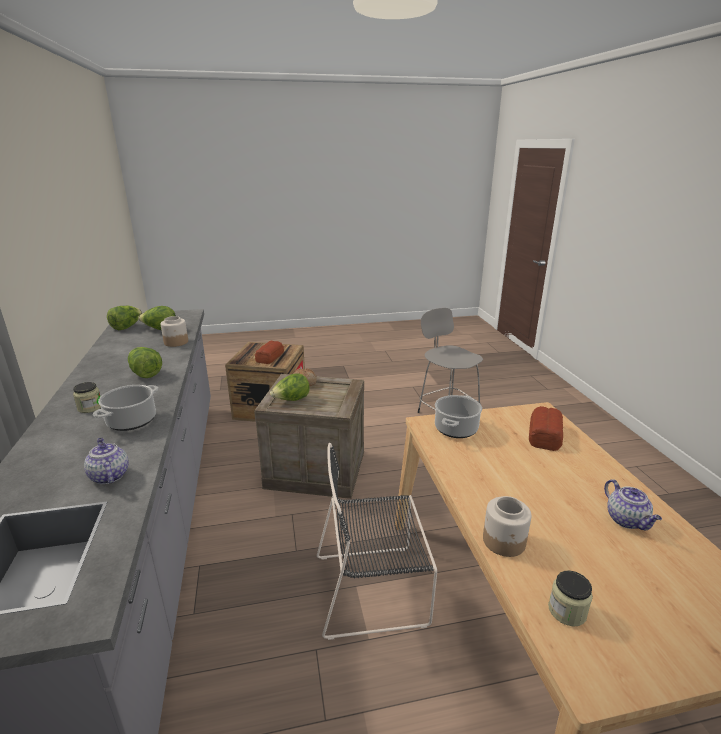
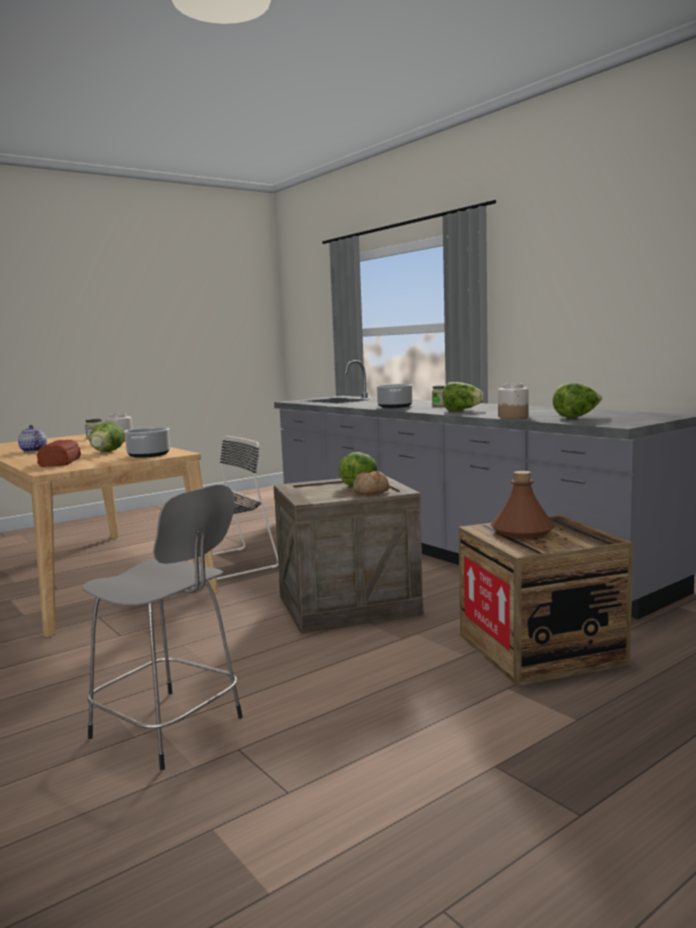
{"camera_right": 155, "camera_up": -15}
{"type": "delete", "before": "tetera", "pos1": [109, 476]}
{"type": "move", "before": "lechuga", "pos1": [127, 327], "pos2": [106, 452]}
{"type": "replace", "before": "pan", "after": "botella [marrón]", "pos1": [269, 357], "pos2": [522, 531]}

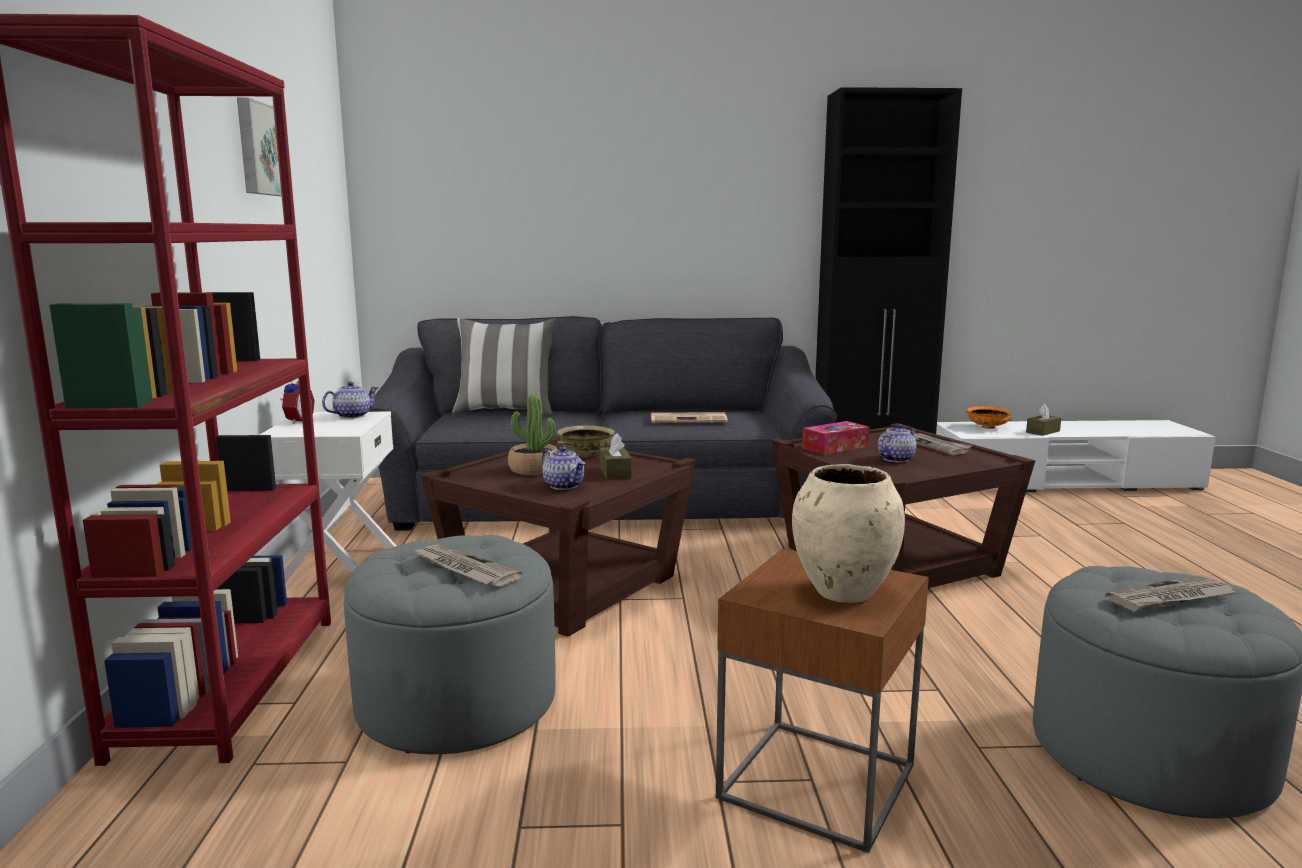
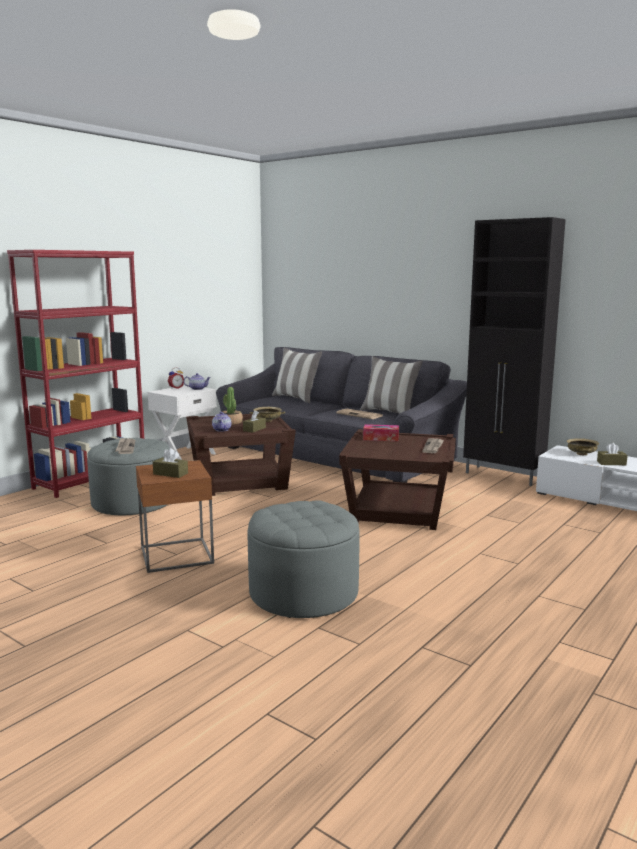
{"camera_right": 40, "camera_up": 0}
{"type": "delete", "before": "cuadro", "pos1": [259, 149]}
{"type": "replace", "before": "florero [beis]", "after": "caja de pañuelos [marrón]", "pos1": [843, 593], "pos2": [170, 474]}
{"type": "delete", "before": "tetera", "pos1": [895, 459]}
{"type": "recolor", "before": "cuenco [naranja]", "after": "cuenco [beis]", "pos1": [988, 427], "pos2": [581, 454]}
{"type": "delete", "before": "periódico", "pos1": [1170, 598]}
{"type": "insert", "after": "cojín", "pos2": [390, 413]}

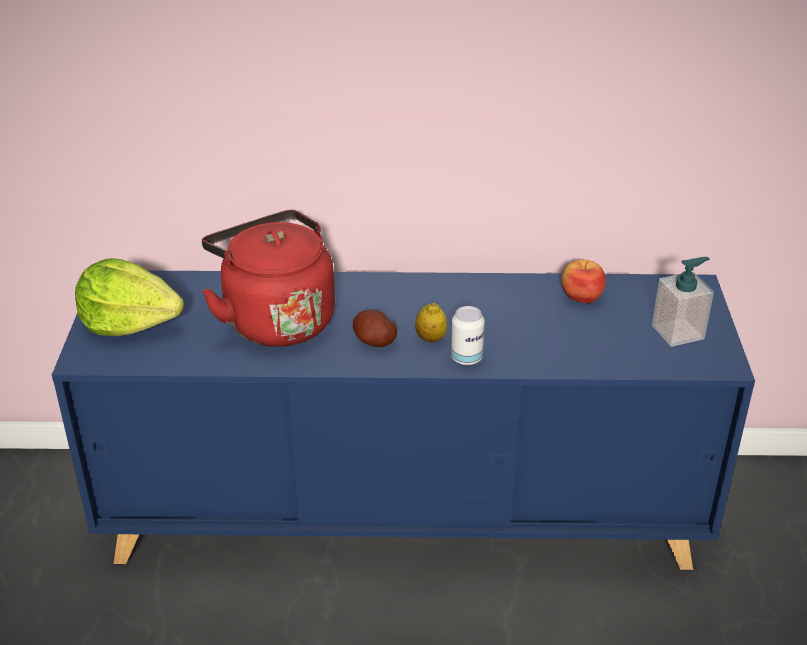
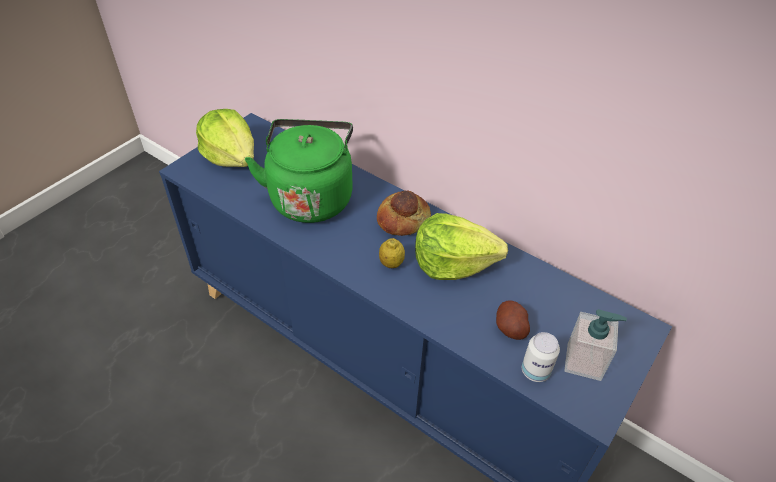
{"camera_right": 35, "camera_up": 10}
{"type": "recolor", "before": "hervidor [rojo]", "after": "hervidor [verde]", "pos1": [275, 319], "pos2": [311, 196]}
{"type": "move", "before": "patata", "pos1": [374, 341], "pos2": [510, 328]}
{"type": "move", "before": "lata", "pos1": [466, 358], "pos2": [535, 371]}
{"type": "delete", "before": "manzana", "pos1": [581, 296]}
{"type": "insert", "after": "pan", "pos2": [402, 219]}
{"type": "insert", "after": "lechuga", "pos2": [453, 263]}

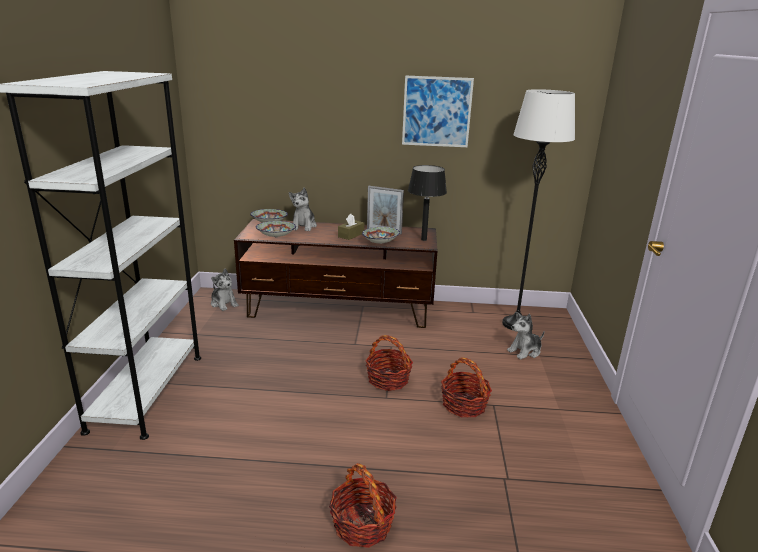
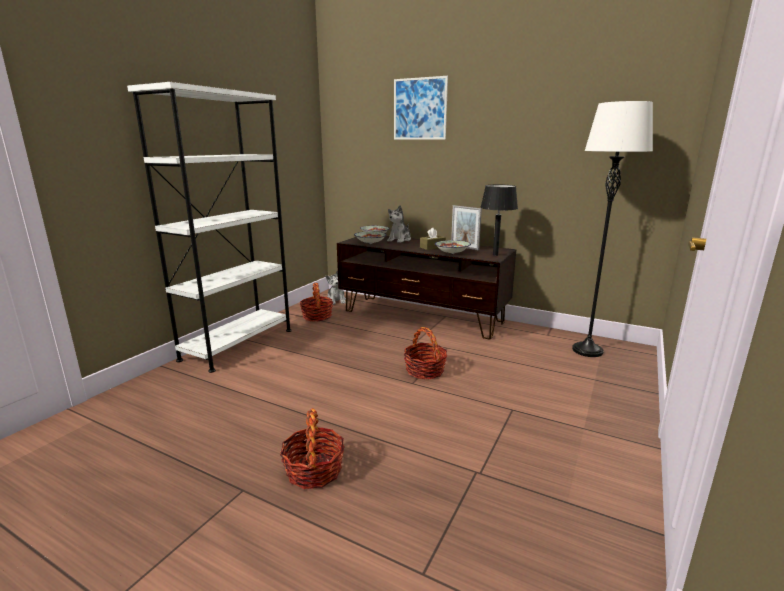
{"camera_right": 25, "camera_up": -5}
{"type": "move", "before": "cuadro", "pos1": [436, 112], "pos2": [420, 109]}
{"type": "move", "before": "cesta", "pos1": [464, 405], "pos2": [317, 316]}
{"type": "delete", "before": "peluche", "pos1": [525, 351]}

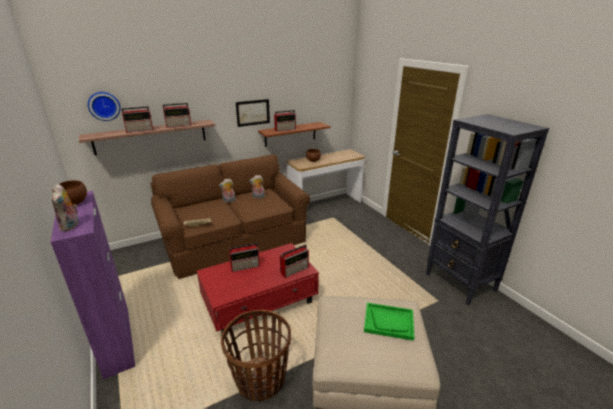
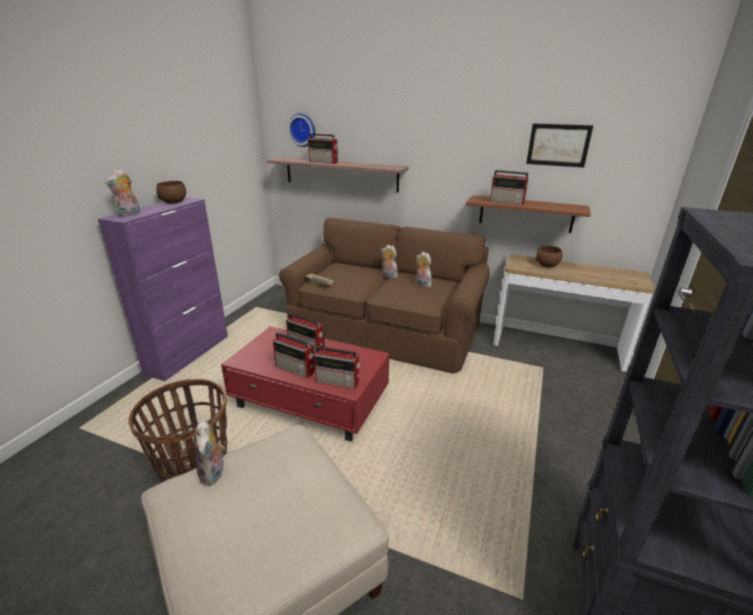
{"camera_right": 50, "camera_up": 0}
{"type": "move", "before": "radio", "pos1": [179, 125], "pos2": [296, 369]}
{"type": "move", "before": "cuadro", "pos1": [253, 112], "pos2": [558, 145]}
{"type": "delete", "before": "bandeja [verde]", "pos1": [389, 322]}
{"type": "insert", "after": "peluche", "pos2": [214, 474]}

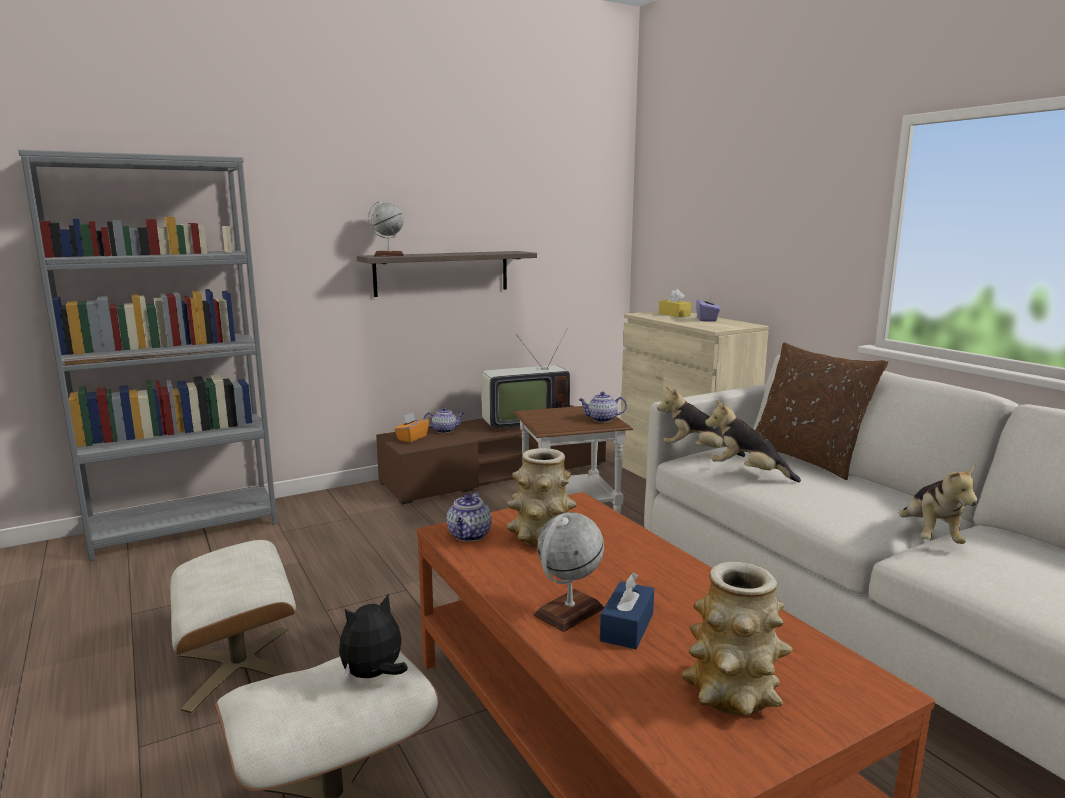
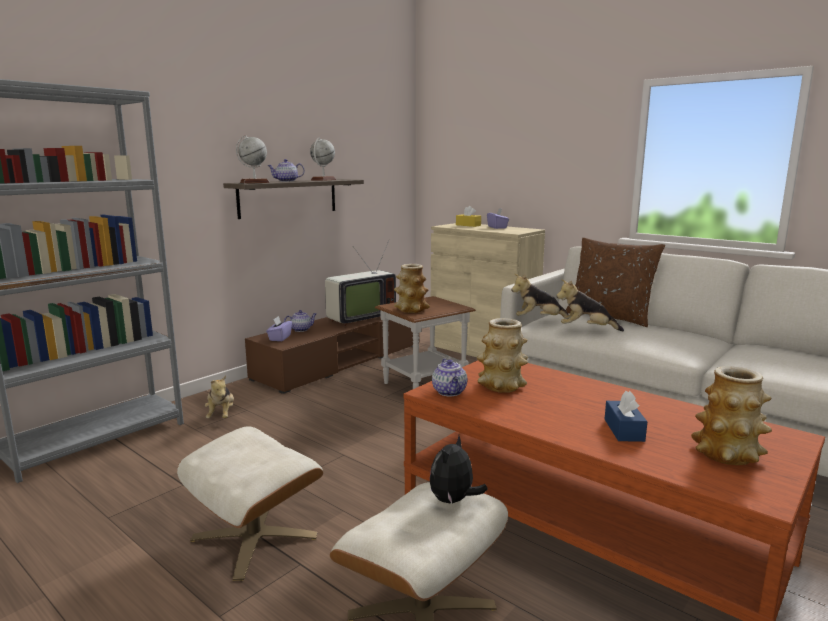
{"camera_right": -20, "camera_up": 0}
{"type": "recolor", "before": "caja de pañuelos [naranja]", "after": "caja de pañuelos [morado]", "pos1": [412, 438], "pos2": [279, 338]}
{"type": "move", "before": "globo terráqueo", "pos1": [569, 612], "pos2": [323, 180]}
{"type": "move", "before": "tetera", "pos1": [601, 419], "pos2": [286, 181]}
{"type": "move", "before": "peluche", "pos1": [929, 536], "pos2": [221, 415]}
{"type": "insert", "after": "florero", "pos2": [411, 310]}

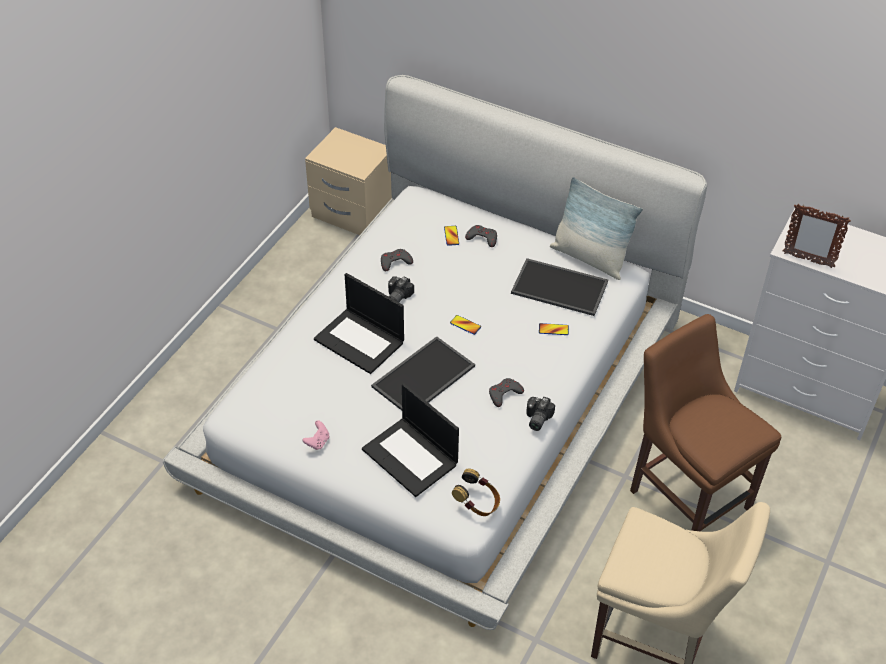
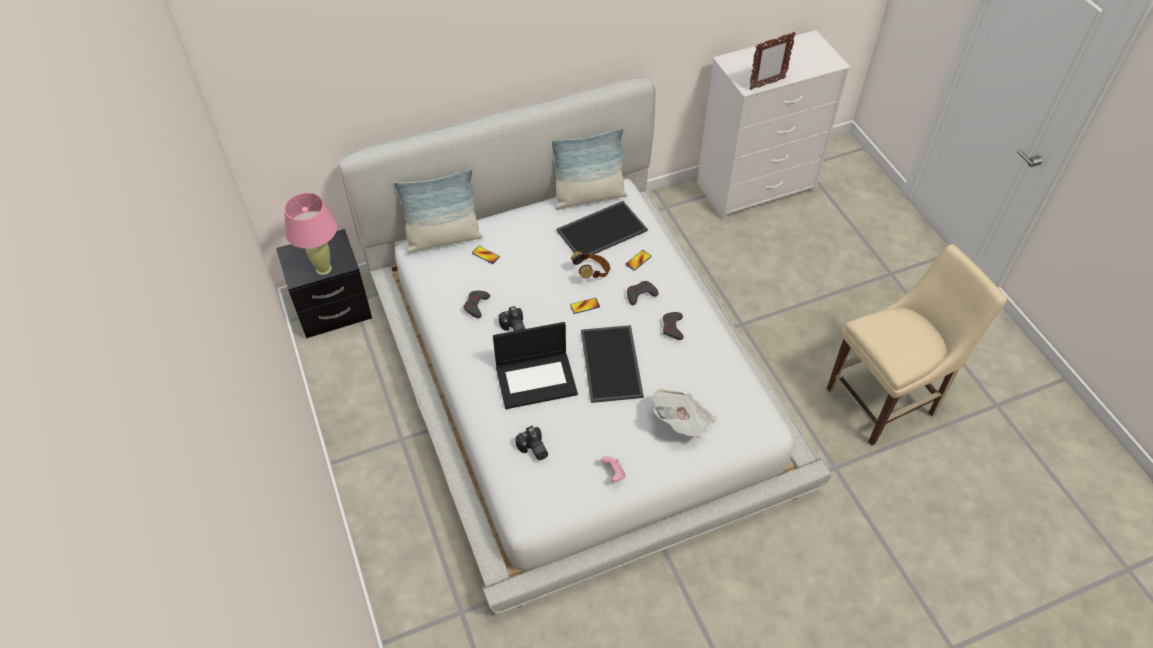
{"camera_right": -50, "camera_up": 5}
{"type": "recolor", "before": "mesita de noche [beis]", "after": "mesita de noche [negro]", "pos1": [352, 213], "pos2": [334, 311]}
{"type": "replace", "before": "portátil", "after": "periódico", "pos1": [411, 457], "pos2": [682, 422]}
{"type": "move", "before": "auriculares", "pos1": [477, 504], "pos2": [592, 274]}
{"type": "move", "before": "mando de consola [gris]", "pos1": [482, 238], "pos2": [640, 294]}
{"type": "move", "before": "cámara", "pos1": [536, 419], "pos2": [533, 449]}
{"type": "delete", "before": "silla [marrón]", "pos1": [686, 495]}
{"type": "insert", "after": "lámpara de mesa [rosa]", "pos2": [323, 269]}
{"type": "insert", "after": "cojín", "pos2": [443, 239]}

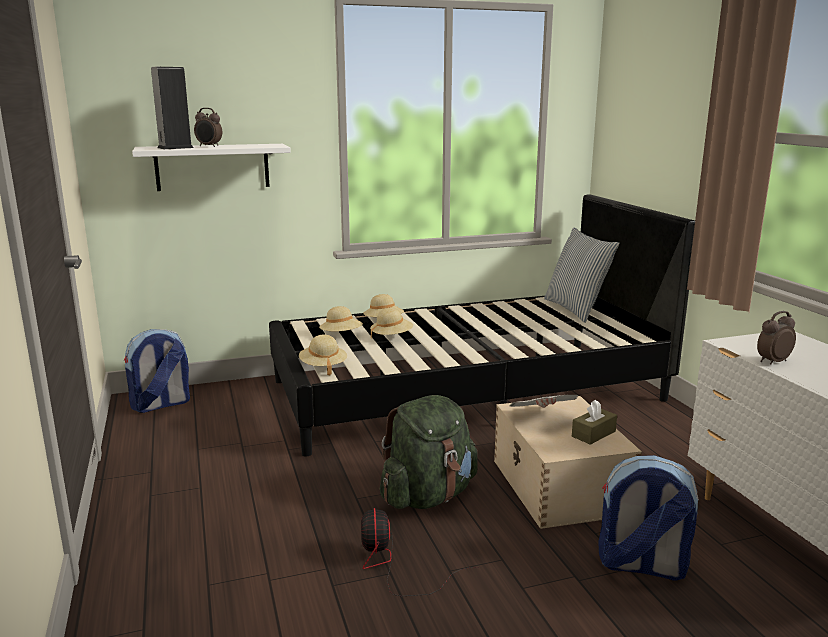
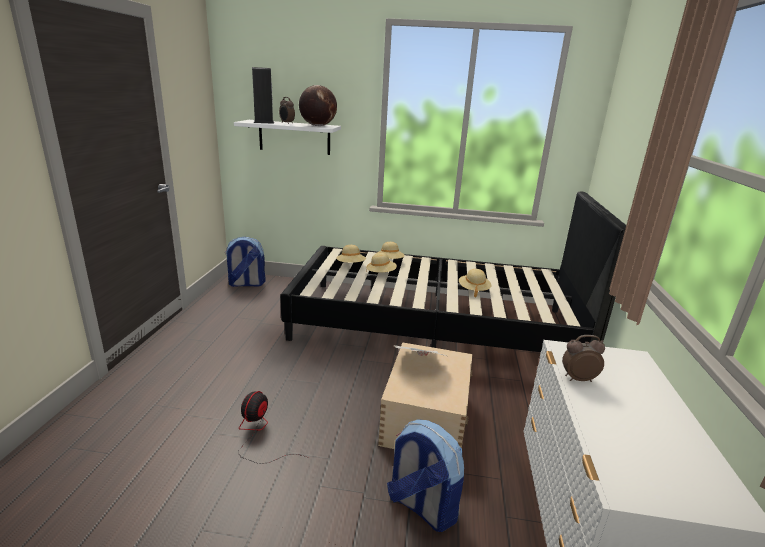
{"camera_right": 25, "camera_up": 5}
{"type": "move", "before": "sombrero [beis]", "pos1": [323, 367], "pos2": [473, 290]}
{"type": "delete", "before": "mochila [verde]", "pos1": [428, 496]}
{"type": "delete", "before": "cojín", "pos1": [576, 309]}
{"type": "delete", "before": "caja de pañuelos [marrón]", "pos1": [593, 434]}
{"type": "insert", "after": "globo terráqueo", "pos2": [317, 126]}

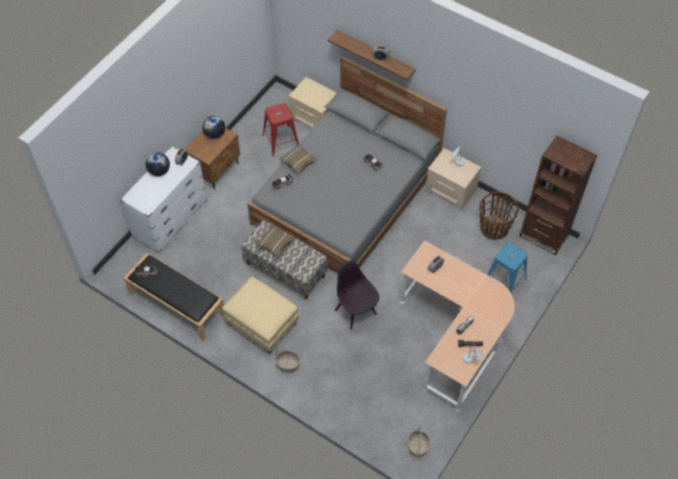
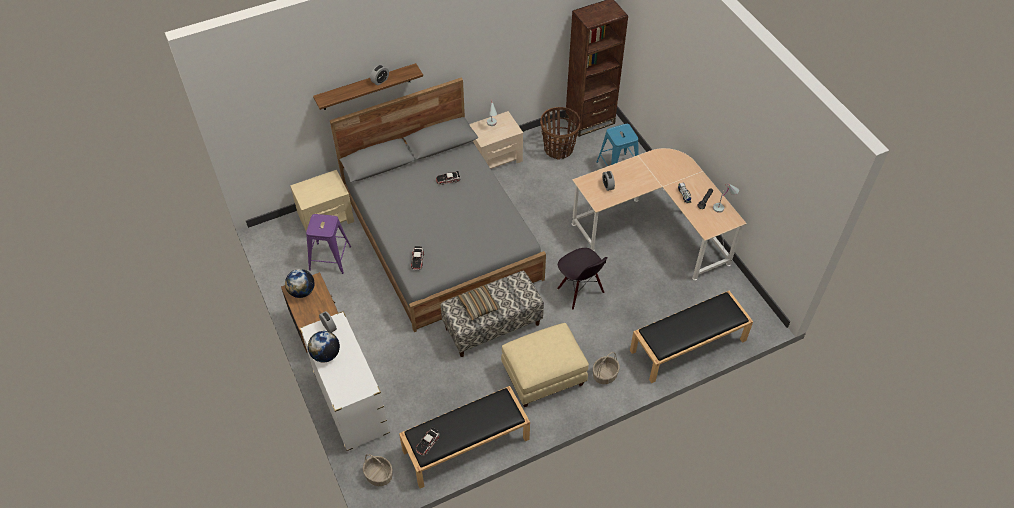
{"camera_right": -60, "camera_up": -5}
{"type": "recolor", "before": "taburete [rojo]", "after": "taburete [morado]", "pos1": [280, 141], "pos2": [330, 258]}
{"type": "delete", "before": "cojín", "pos1": [298, 162]}
{"type": "rotate", "before": "silla [negro]", "pos1": [356, 312], "pos2": [580, 291], "turn": -120}
{"type": "move", "before": "cesta", "pos1": [417, 446], "pos2": [378, 475]}
{"type": "insert", "after": "banco [negro]", "pos2": [687, 346]}

